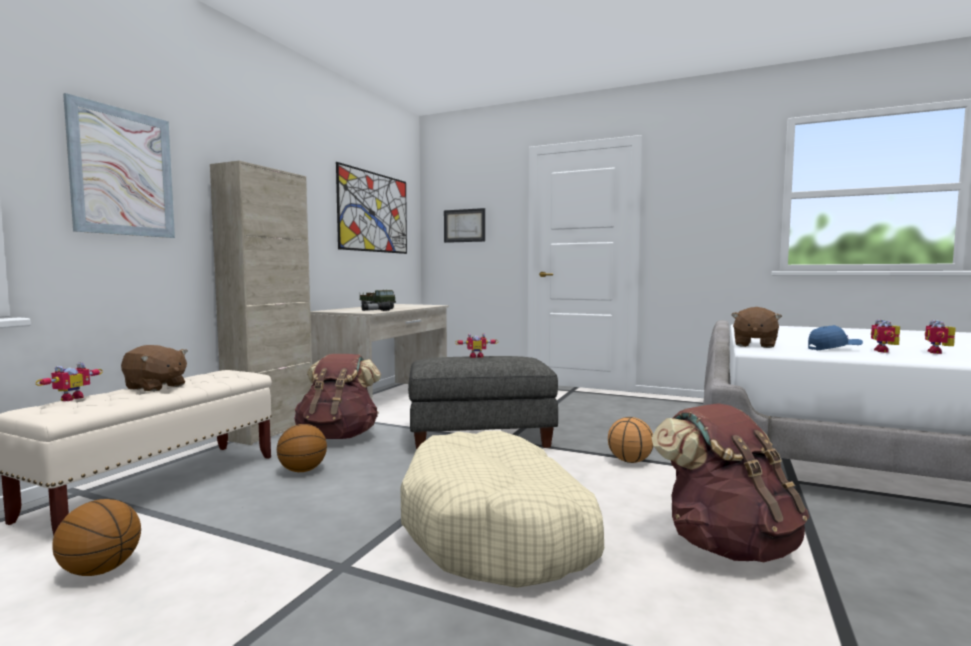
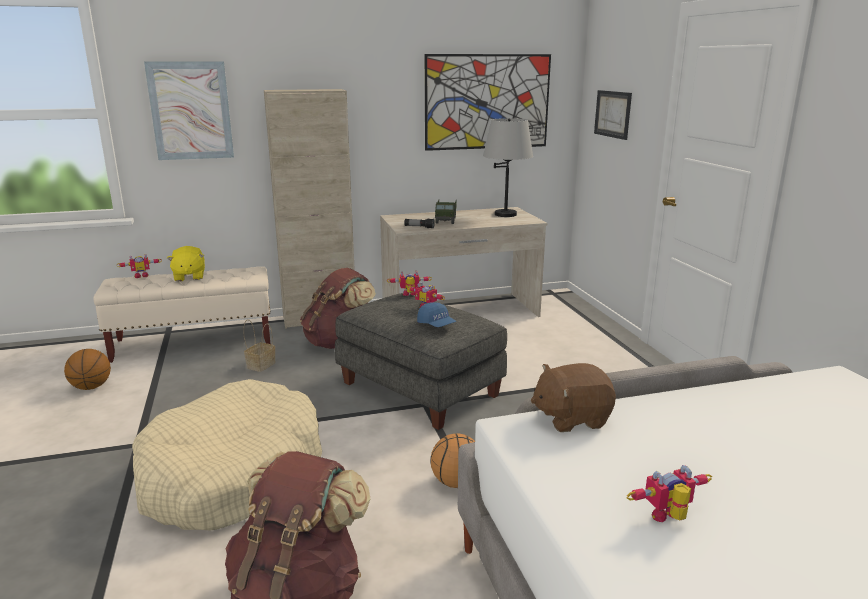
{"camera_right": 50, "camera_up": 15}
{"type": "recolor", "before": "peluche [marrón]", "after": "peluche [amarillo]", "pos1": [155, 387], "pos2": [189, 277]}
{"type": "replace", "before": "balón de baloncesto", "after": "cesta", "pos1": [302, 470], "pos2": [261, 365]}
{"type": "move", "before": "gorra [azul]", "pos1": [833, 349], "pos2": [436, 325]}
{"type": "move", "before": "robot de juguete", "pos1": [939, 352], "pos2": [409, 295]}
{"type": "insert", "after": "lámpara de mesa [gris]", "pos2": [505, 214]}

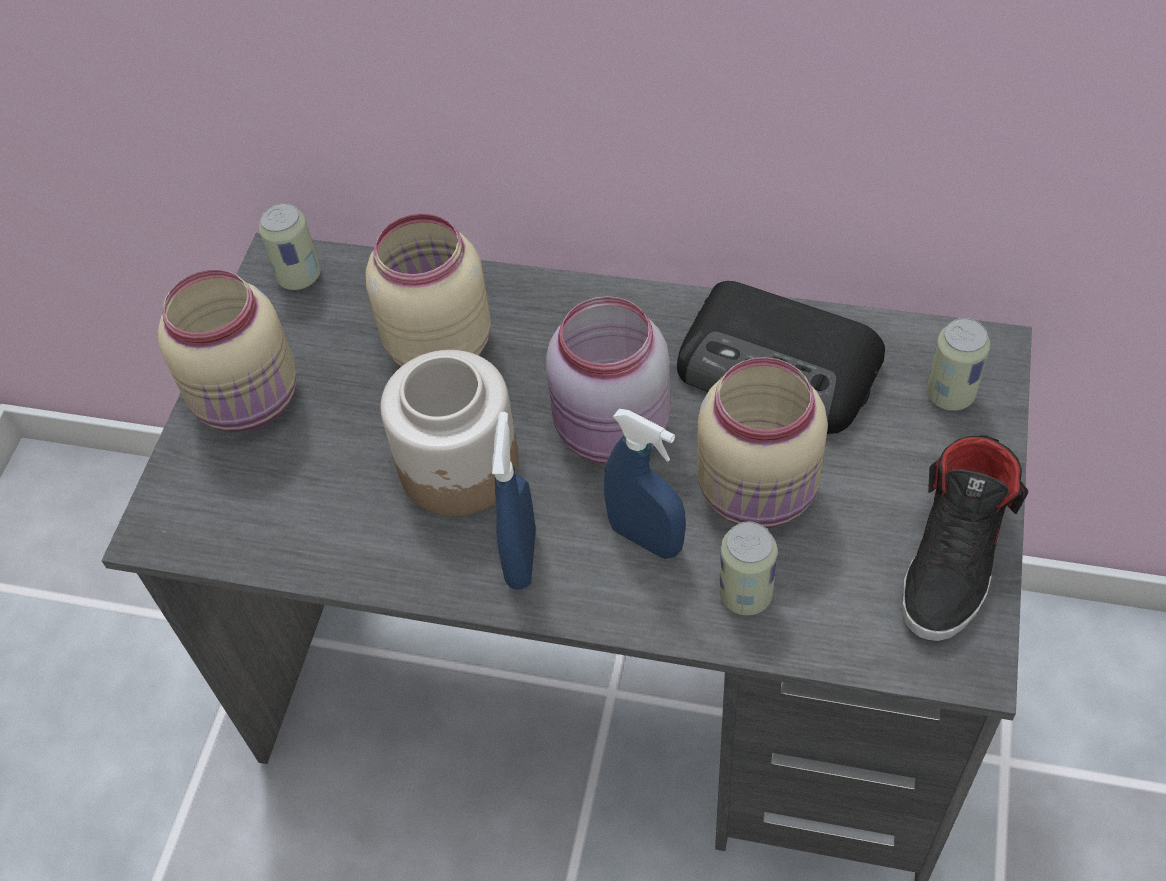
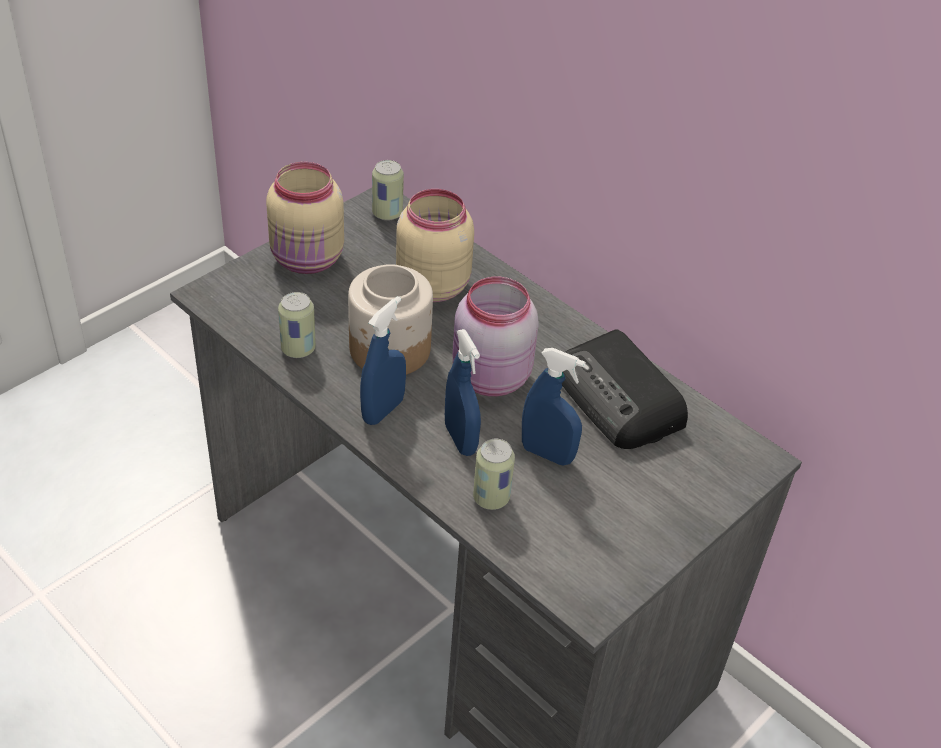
{"camera_right": 25, "camera_up": -10}
{"type": "replace", "before": "tarro [beis]", "after": "pulverizador [azul]", "pos1": [760, 493], "pos2": [547, 454]}
{"type": "delete", "before": "zapato [negro]", "pos1": [955, 557]}
{"type": "move", "before": "lata", "pos1": [950, 394], "pos2": [298, 349]}

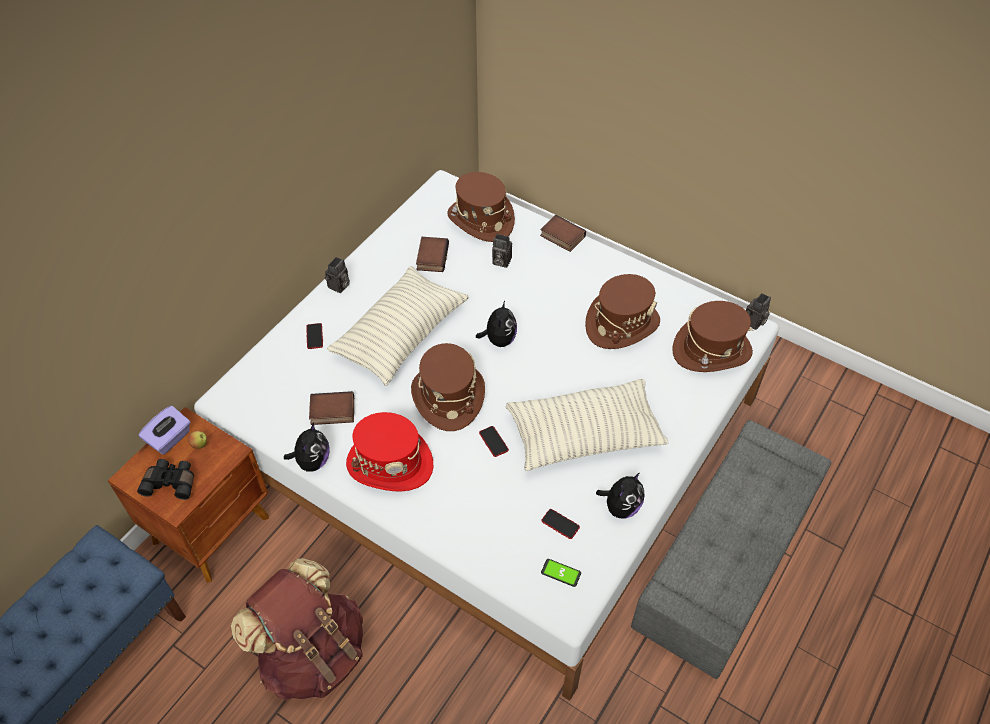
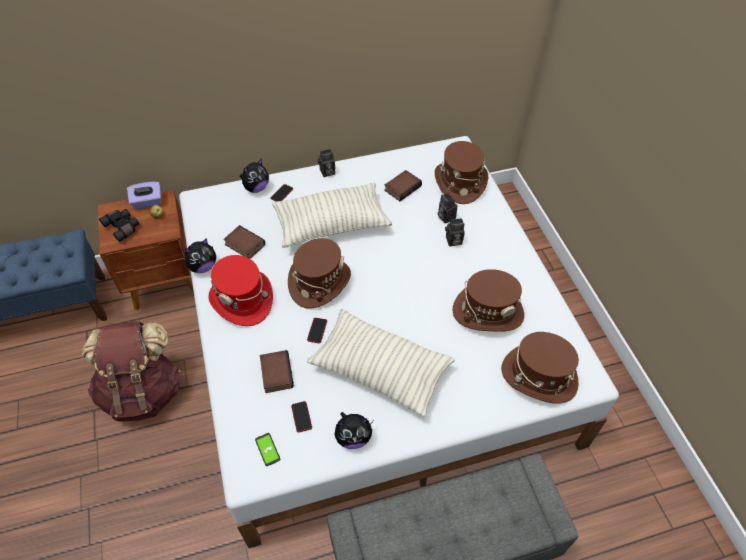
{"camera_right": 40, "camera_up": 0}
{"type": "move", "before": "peluche", "pos1": [499, 340], "pos2": [256, 188]}
{"type": "move", "before": "libro", "pos1": [561, 236], "pos2": [275, 373]}
{"type": "move", "before": "cámara", "pos1": [753, 322], "pos2": [453, 241]}

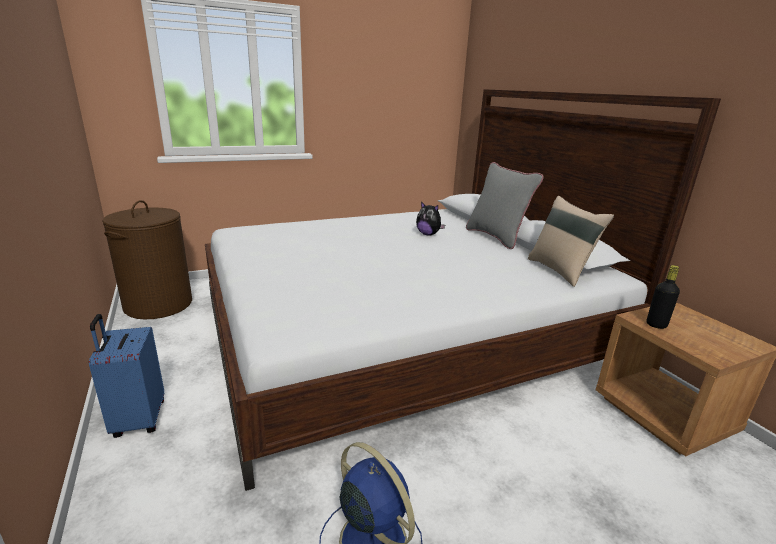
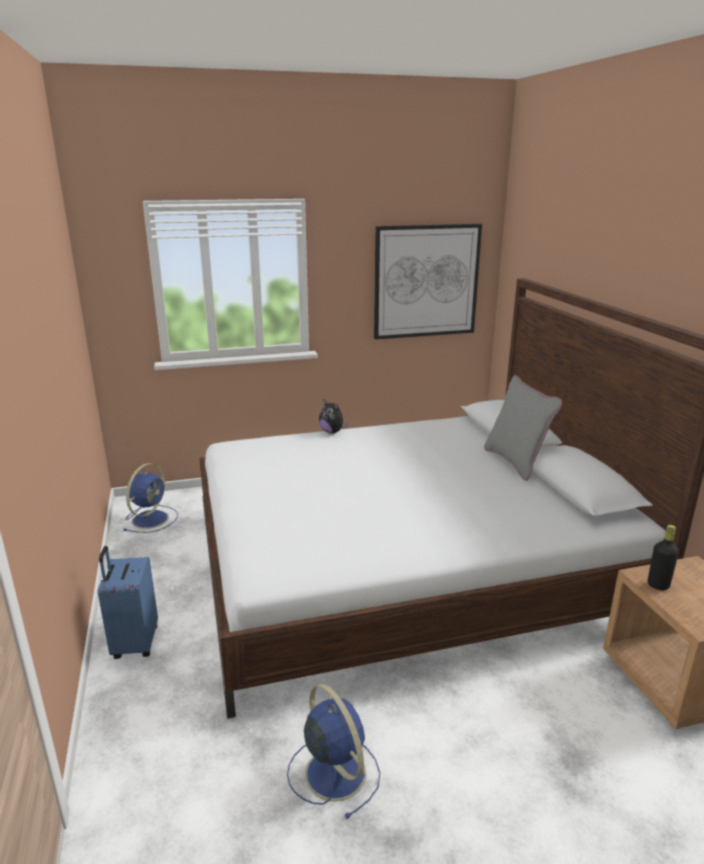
{"camera_right": 10, "camera_up": 0}
{"type": "replace", "before": "cesto de la ropa [marrón]", "after": "ventilador [azul]", "pos1": [158, 304], "pos2": [151, 518]}
{"type": "move", "before": "peluche", "pos1": [428, 234], "pos2": [332, 432]}
{"type": "delete", "before": "cojín [beis]", "pos1": [560, 271]}
{"type": "insert", "after": "cuadro", "pos2": [426, 281]}

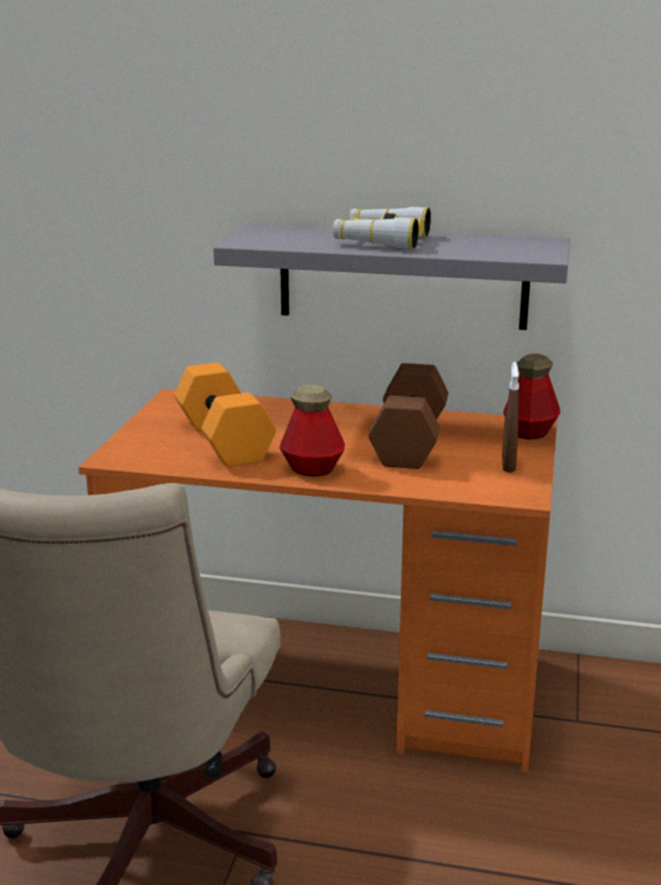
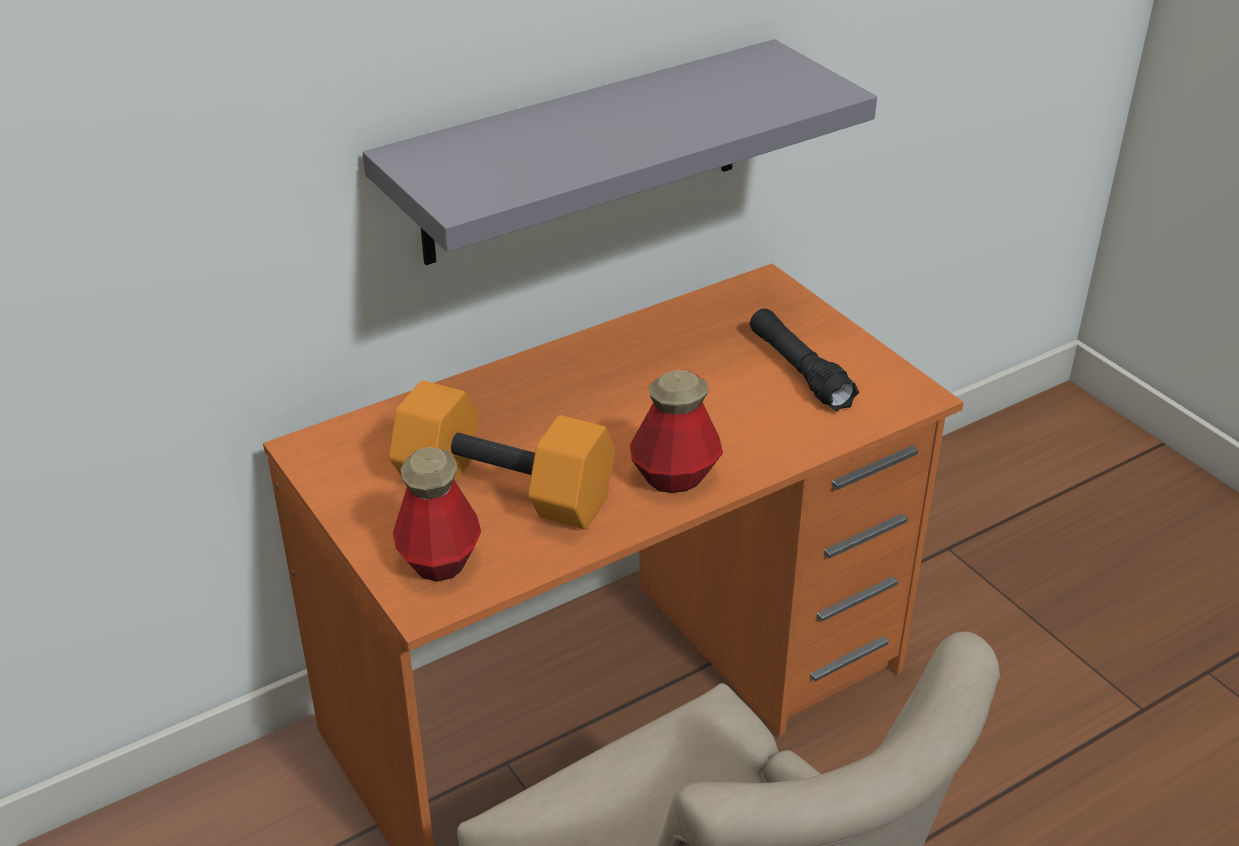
{"camera_right": -45, "camera_up": 15}
{"type": "delete", "before": "prismáticos", "pos1": [382, 240]}
{"type": "delete", "before": "mancuerna [marrón]", "pos1": [411, 442]}
{"type": "delete", "before": "pulverizador [marrón]", "pos1": [508, 465]}
{"type": "move", "before": "botella", "pos1": [530, 432], "pos2": [439, 560]}
{"type": "insert", "after": "linterna [negro]", "pos2": [799, 371]}

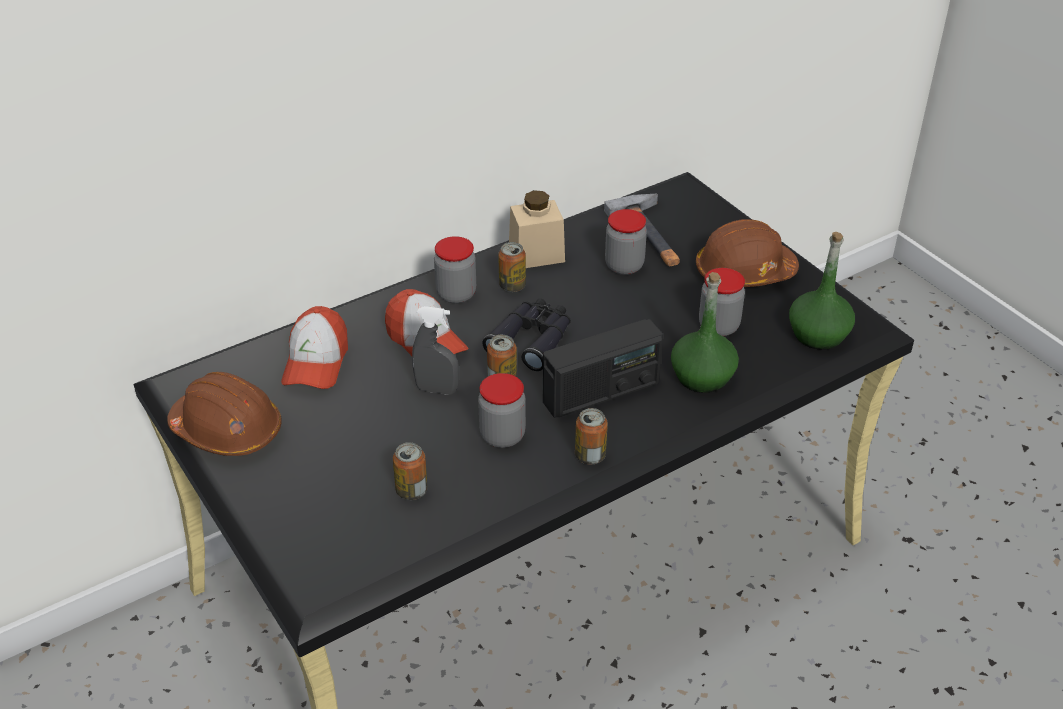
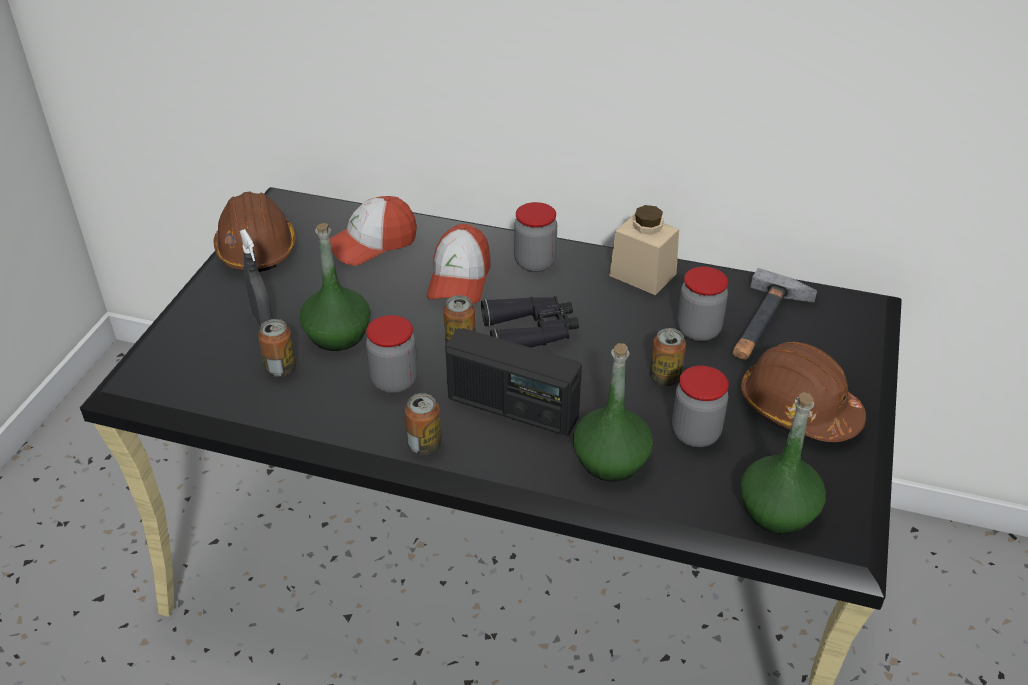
{"camera_right": 50, "camera_up": 0}
{"type": "move", "before": "pulverizador [gris]", "pos1": [437, 390], "pos2": [263, 321]}
{"type": "move", "before": "lata", "pos1": [512, 286], "pos2": [665, 378]}
{"type": "insert", "after": "botella [verde]", "pos2": [337, 334]}

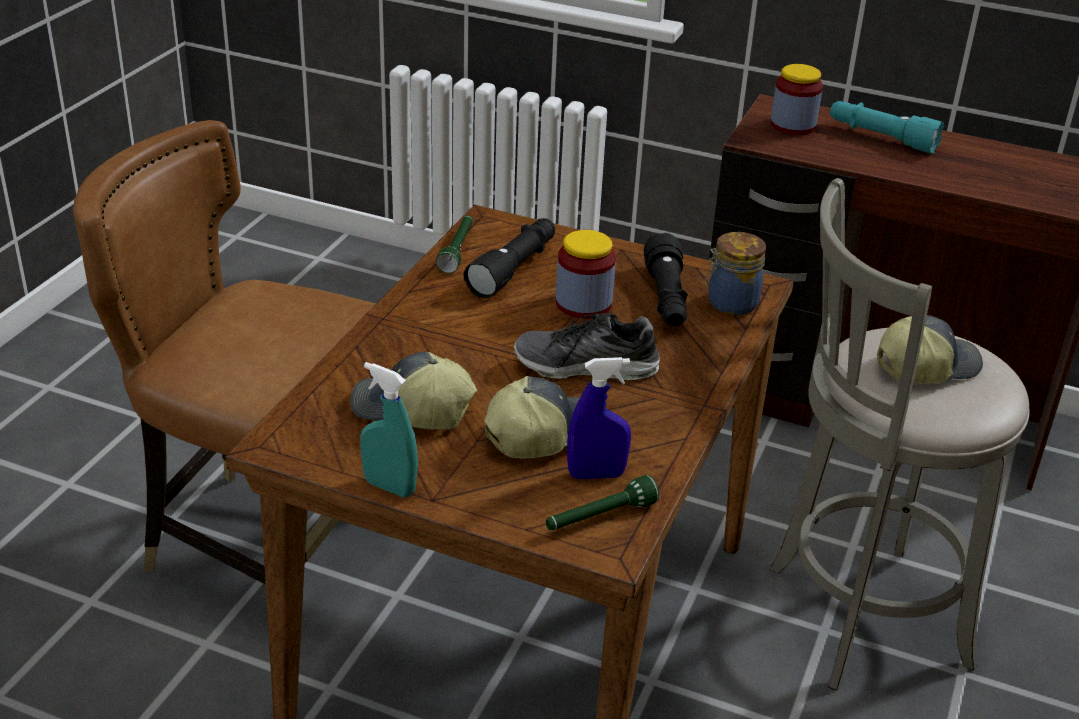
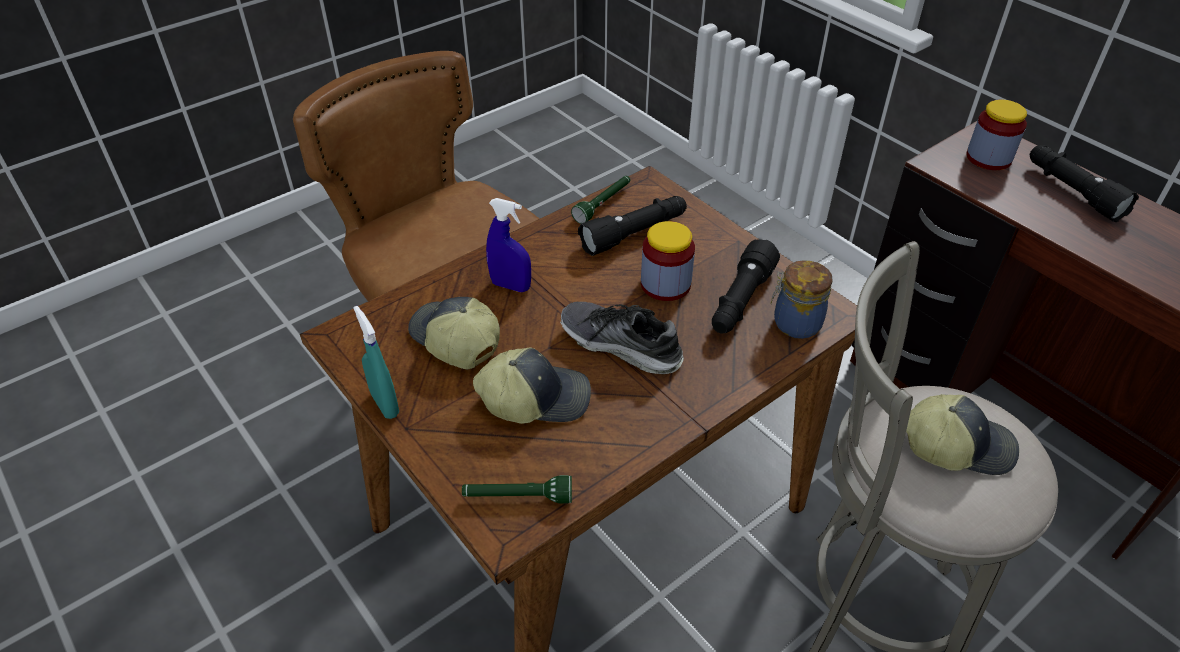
{"camera_right": 30, "camera_up": 10}
{"type": "move", "before": "pulverizador [azul]", "pos1": [596, 474], "pos2": [510, 286]}
{"type": "recolor", "before": "linterna [turquesa]", "after": "linterna [negro]", "pos1": [881, 137], "pos2": [1072, 191]}

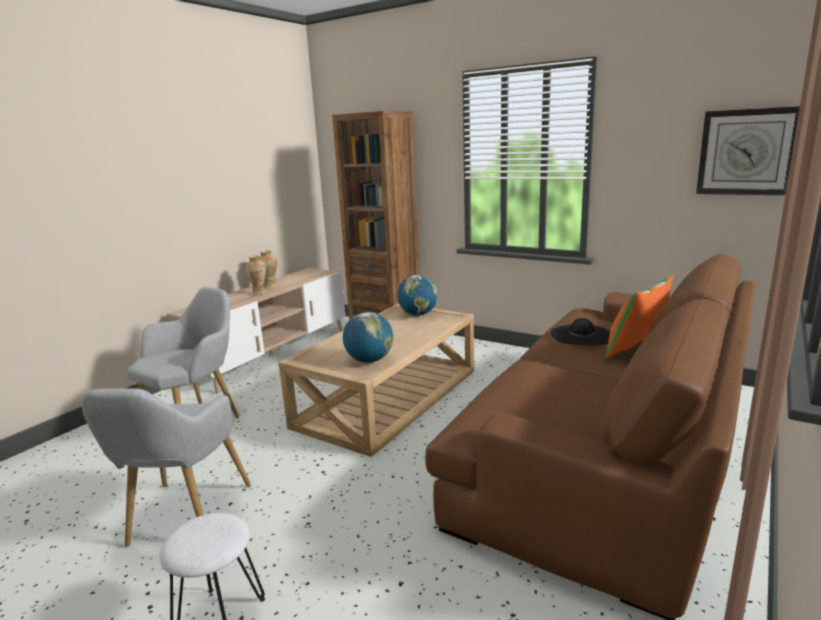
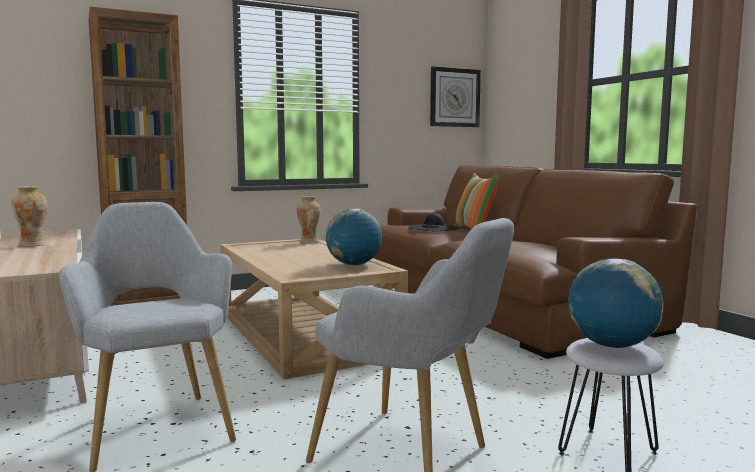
{"camera_right": -60, "camera_up": -10}
{"type": "move", "before": "florero", "pos1": [259, 293], "pos2": [309, 241]}
{"type": "move", "before": "globo terráqueo", "pos1": [418, 314], "pos2": [612, 346]}

